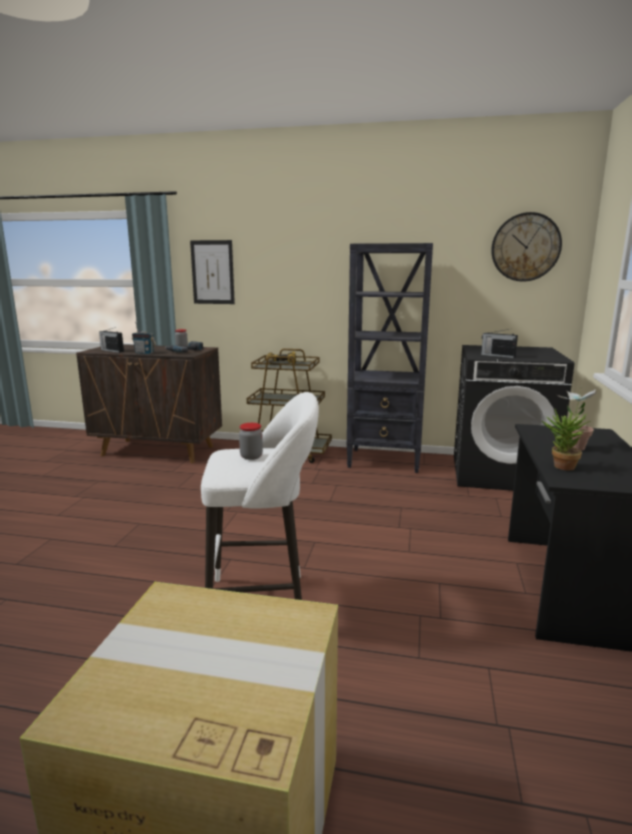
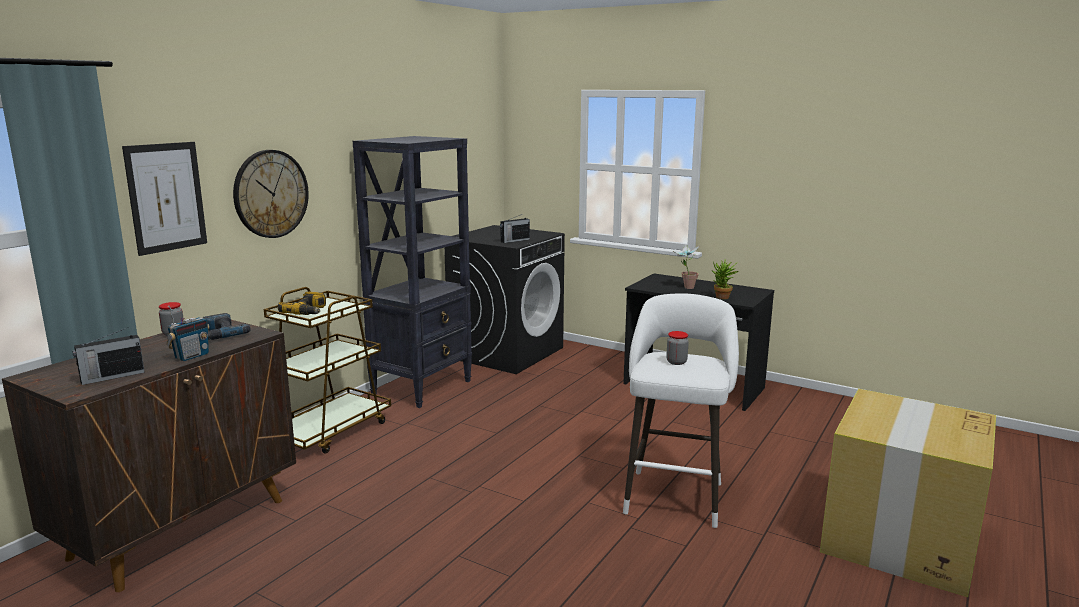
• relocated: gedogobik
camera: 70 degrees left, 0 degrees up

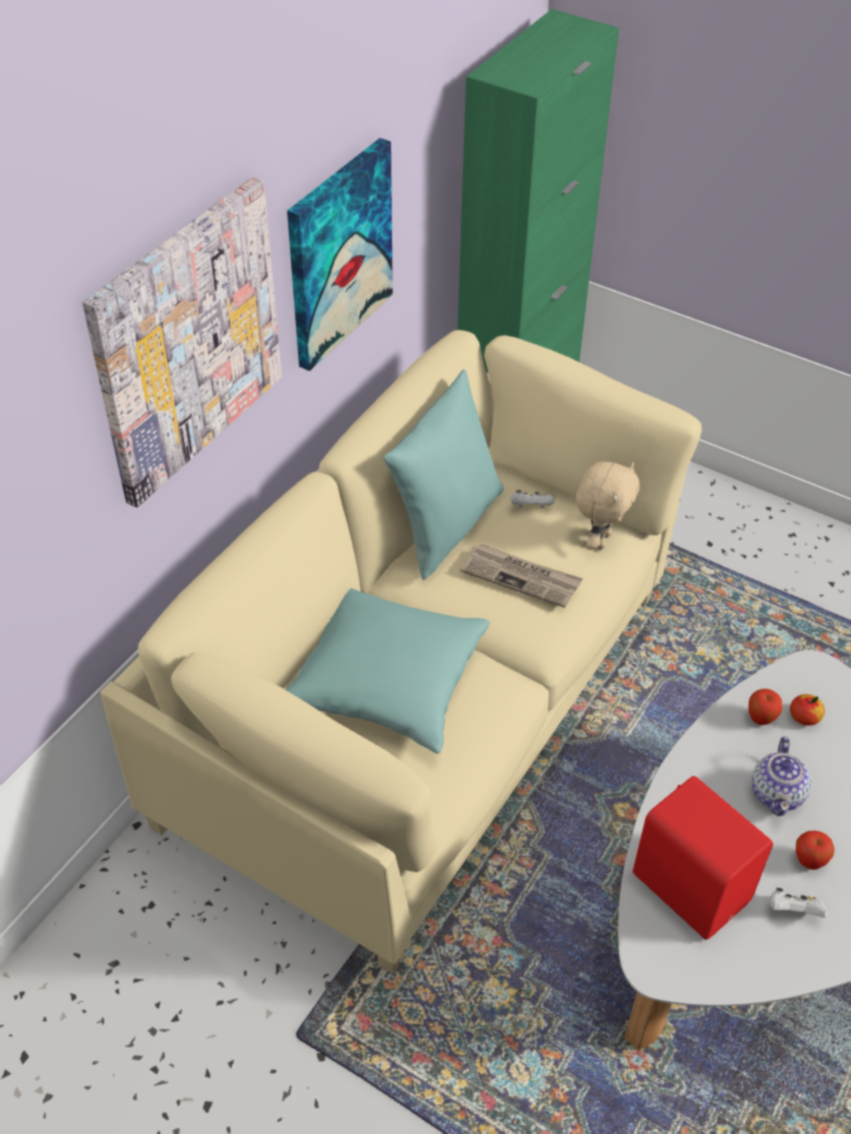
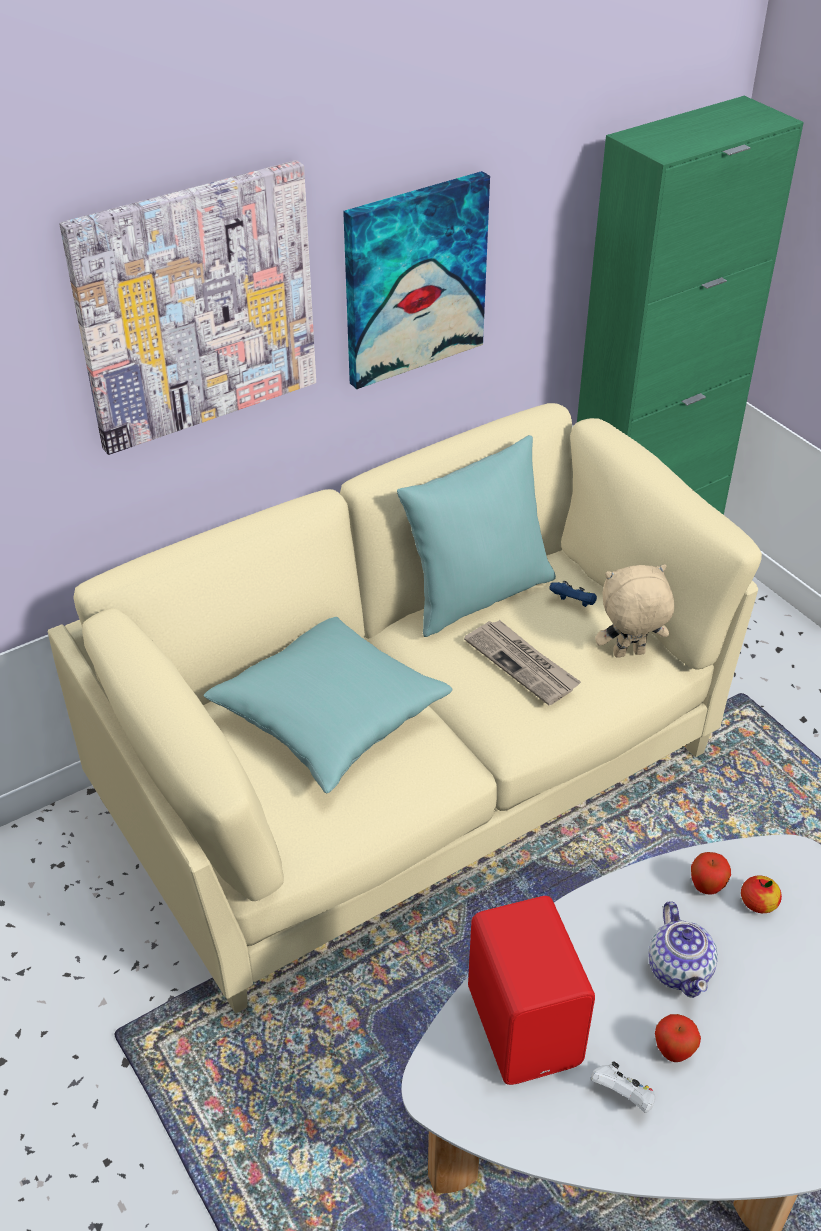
• colour: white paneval (no. 1 from left) to blue paneval
• spun: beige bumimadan 150 degrees counterclockwise
• spun: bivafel 45 degrees counterclockwise
camera: 25 degrees right, 5 degrees down

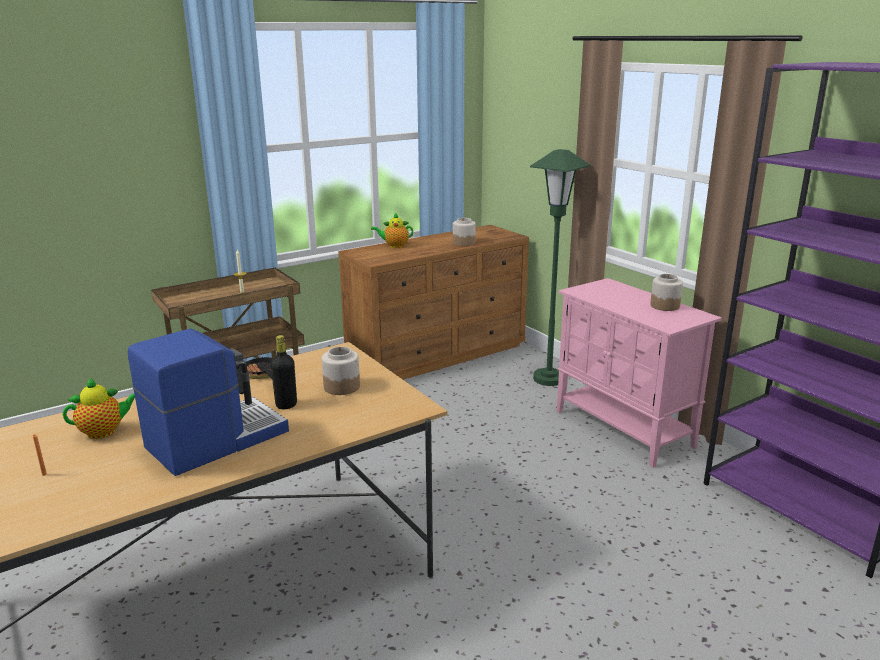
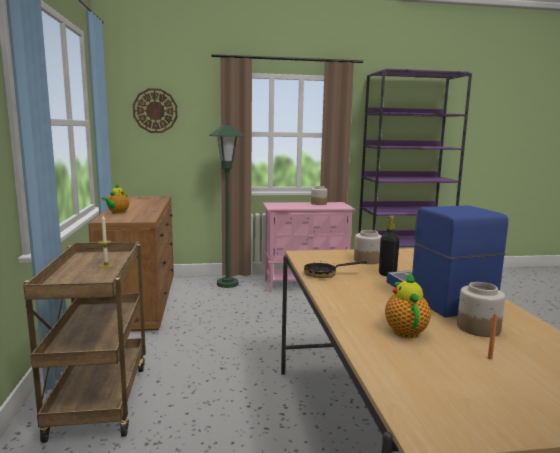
• relocated: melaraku (no. 2 from left in the first image) to melaraku (no. 3 from left)
• appeared: gedogobik
camera: 65 degrees left, 10 degrees down

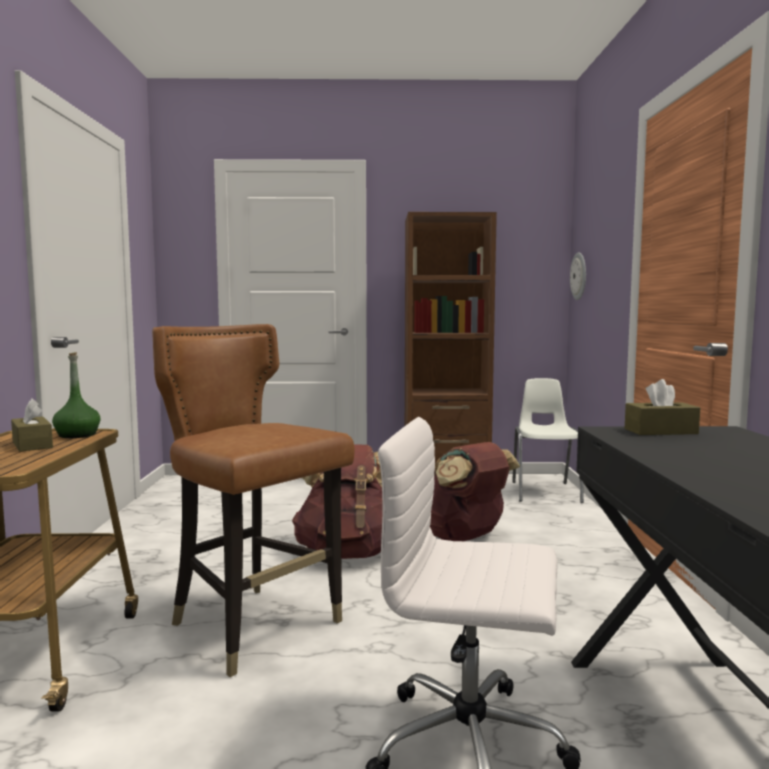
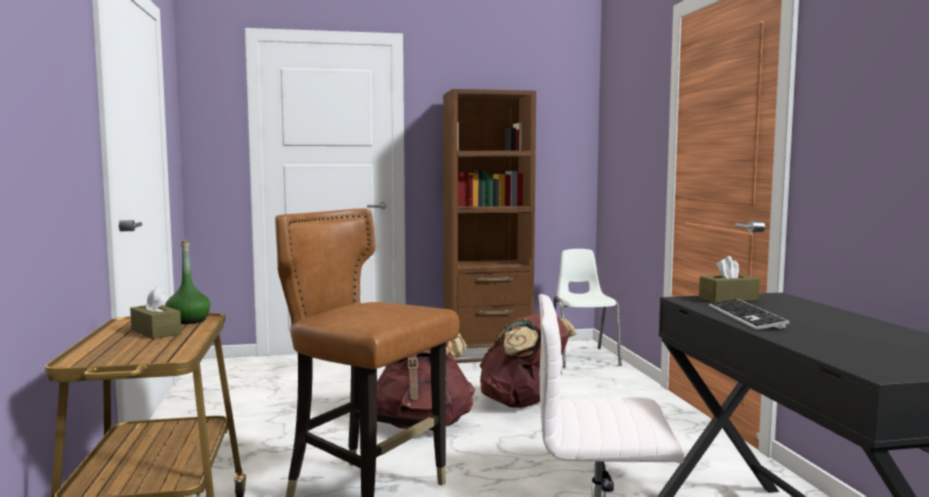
• missing: gedogobik
• appeared: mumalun
camera: 10 degrees left, 0 degrees up

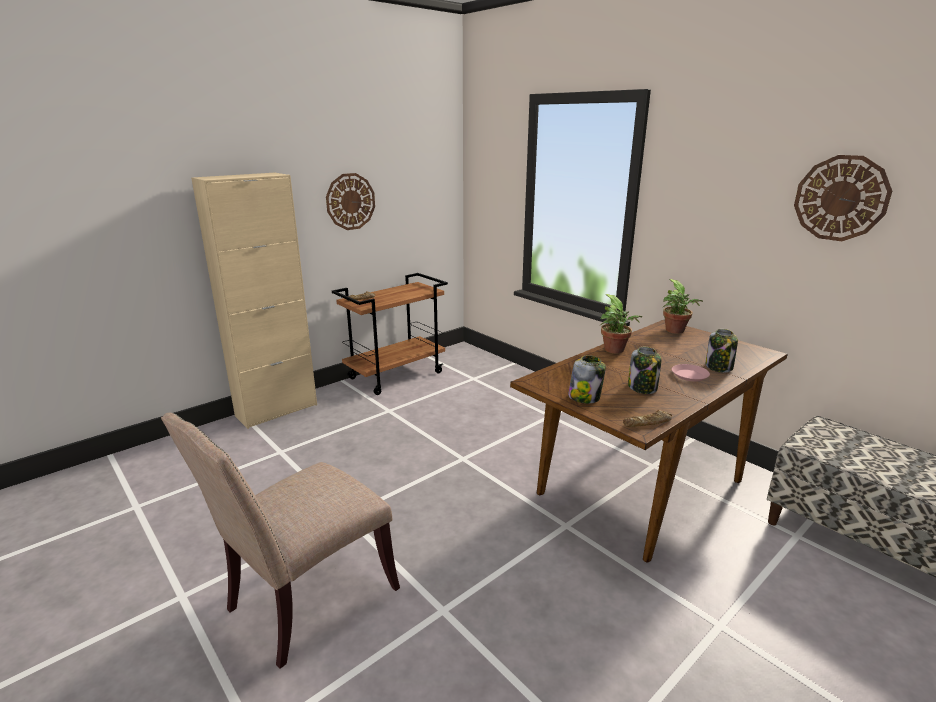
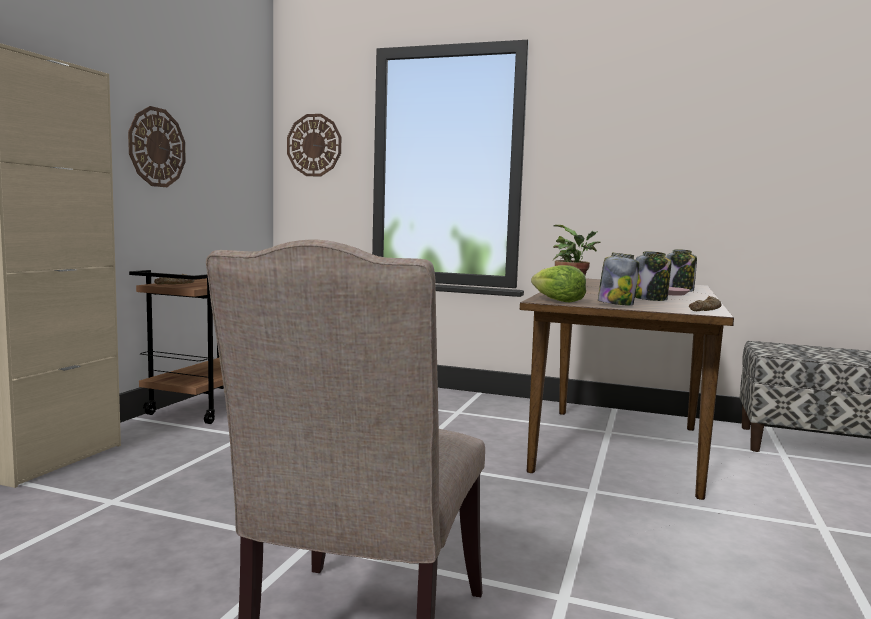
• missing: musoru (no. 2 from left)
• relocated: gedogobik (no. 2 from left)
• appeared: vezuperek
camera: 30 degrees left, 15 degrees down

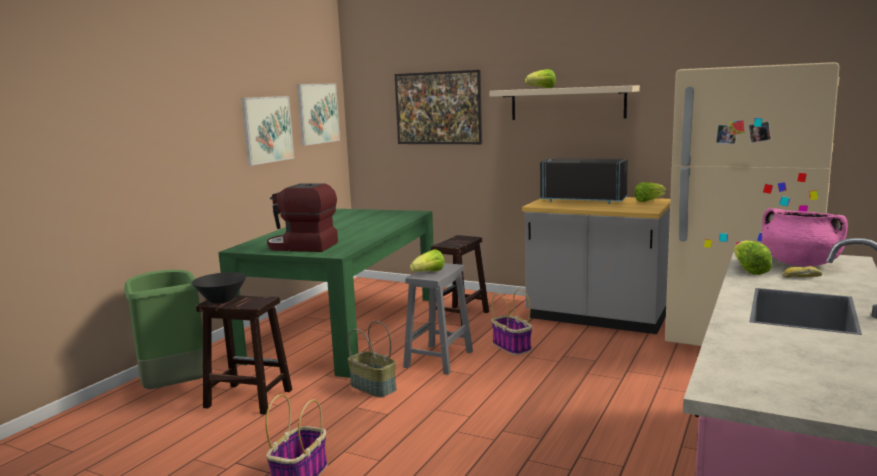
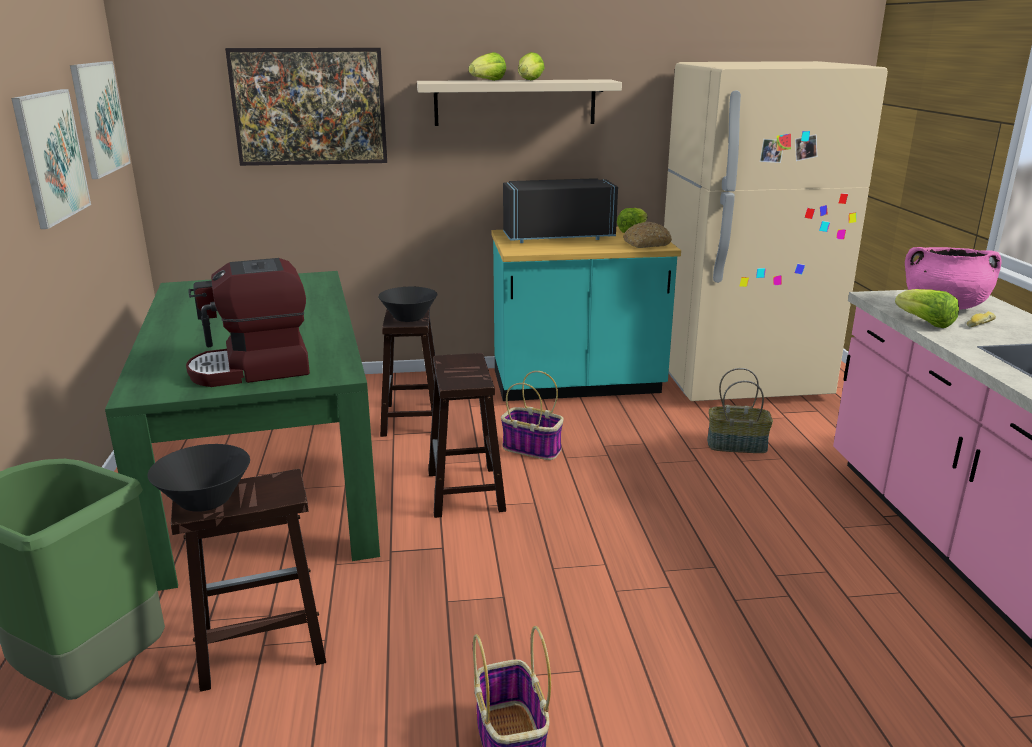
• relocated: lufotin (no. 2 from left in the first image) to lufotin (no. 3 from left)
• colour: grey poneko to brown poneko (no. 3 from left)
• relocated: vezuperek (no. 1 from left in the first image) to vezuperek (no. 2 from left)
• colour: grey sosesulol to turquoise sosesulol
• appeared: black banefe (no. 2 from left)
• appeared: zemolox (no. 1 from left)
camera: 35 degrees left, 10 degrees up

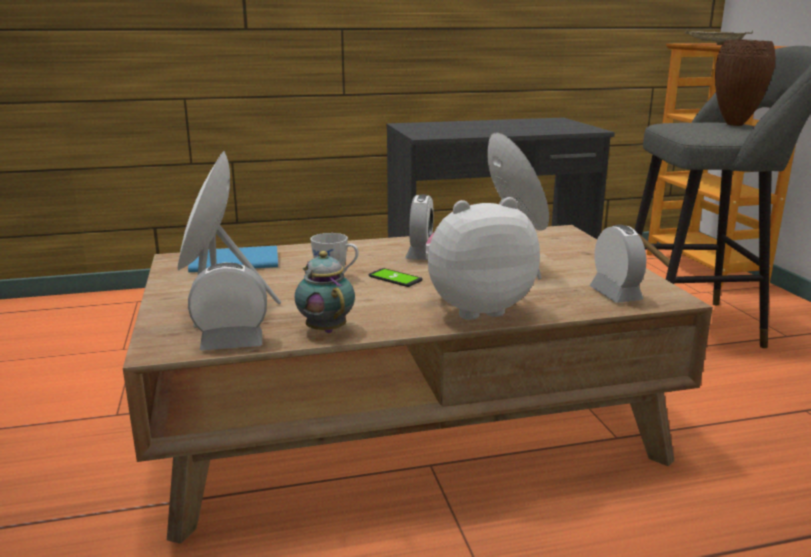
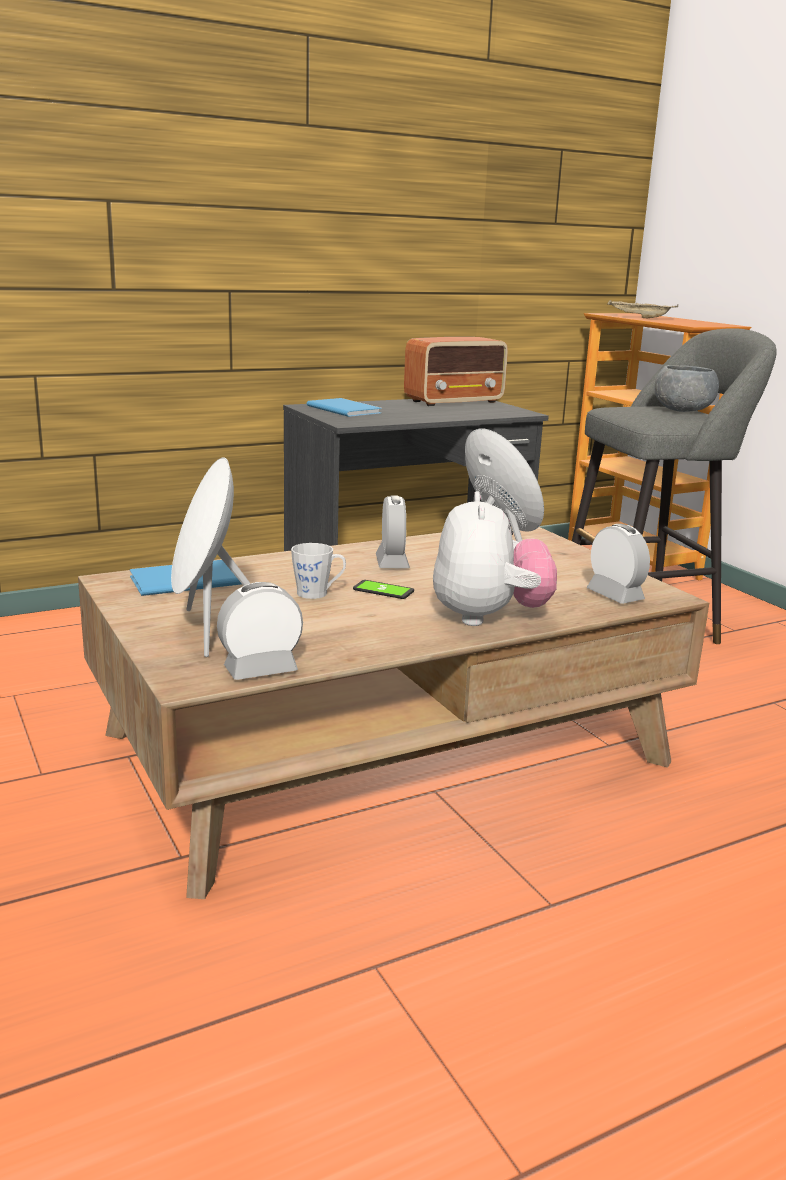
• missing: bivafel
• spun: bumimadan 120 degrees clockwise
• exchanged: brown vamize to grey banefe
• appeared: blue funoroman (no. 2 from left)
• appeared: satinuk
camera: 15 degrees left, 0 degrees up

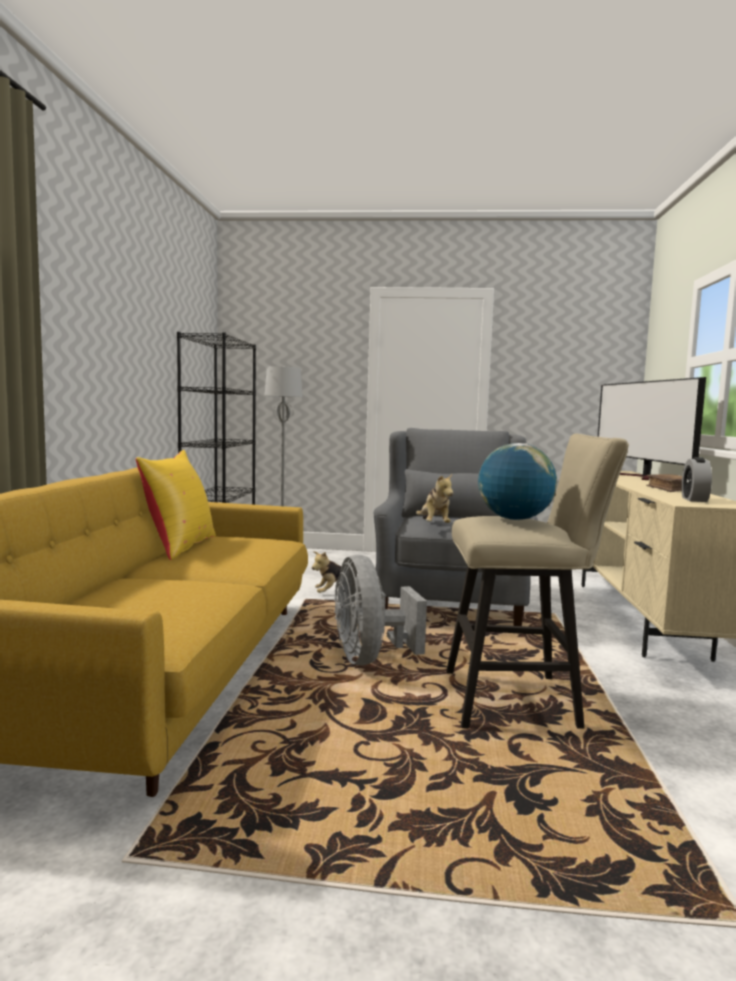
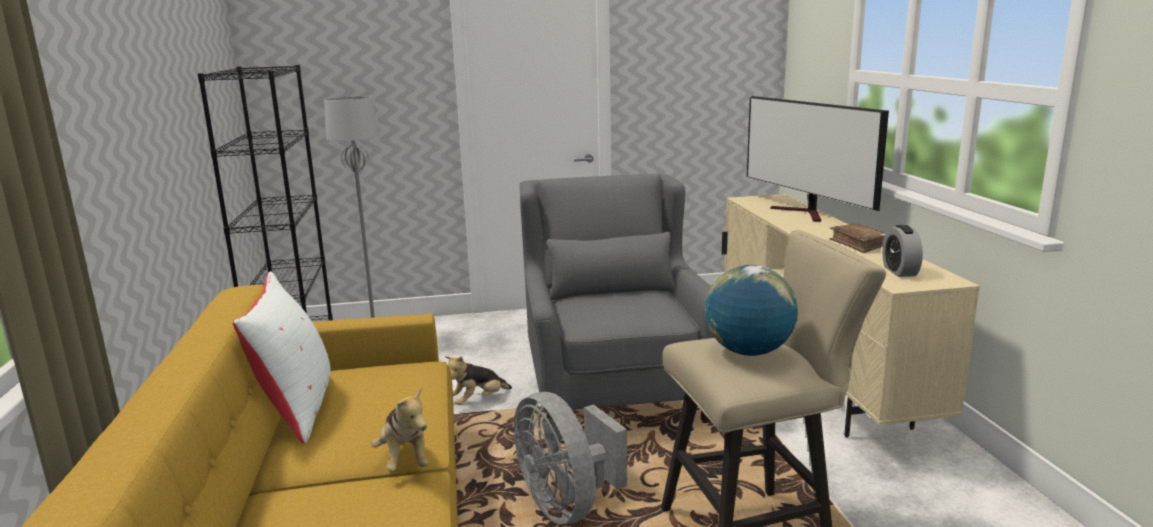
• colour: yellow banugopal to white banugopal
• relocated: bumimadan (no. 2 from left in the first image) to bumimadan (no. 1 from left)
camera: 15 degrees left, 10 degrees up

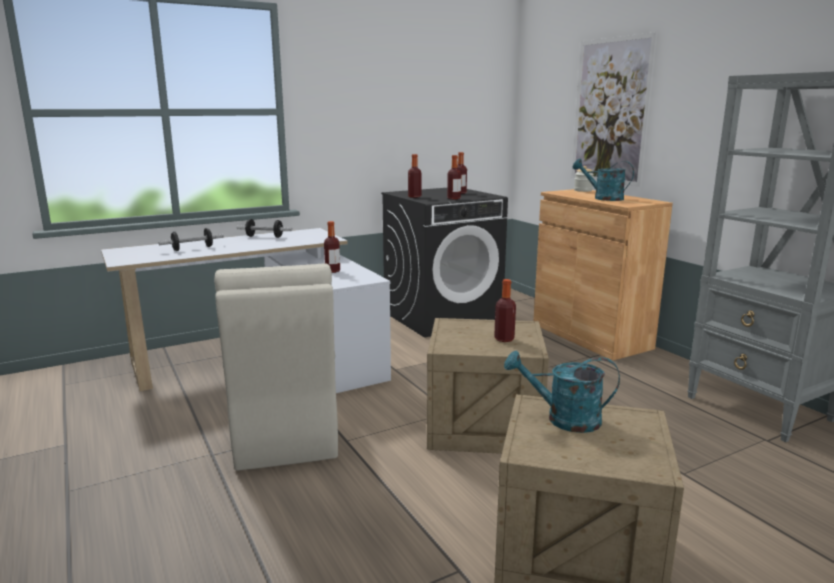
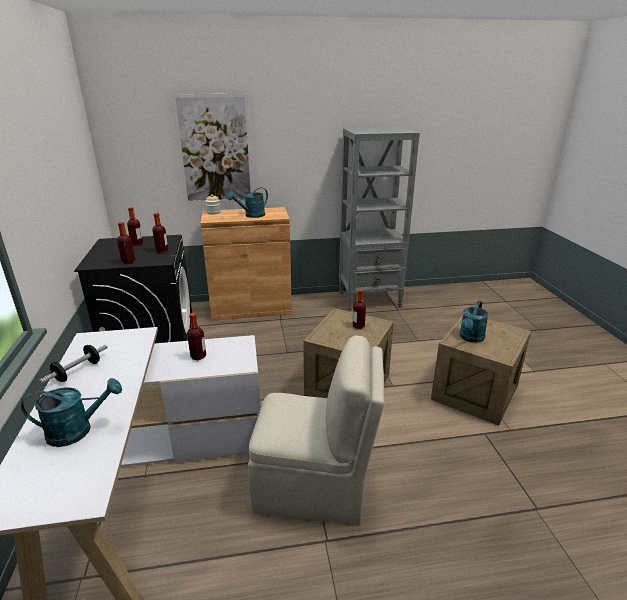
• exchanged: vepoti (no. 1 from left) to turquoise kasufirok (no. 1 from left)
camera: 70 degrees left, 10 degrees up

